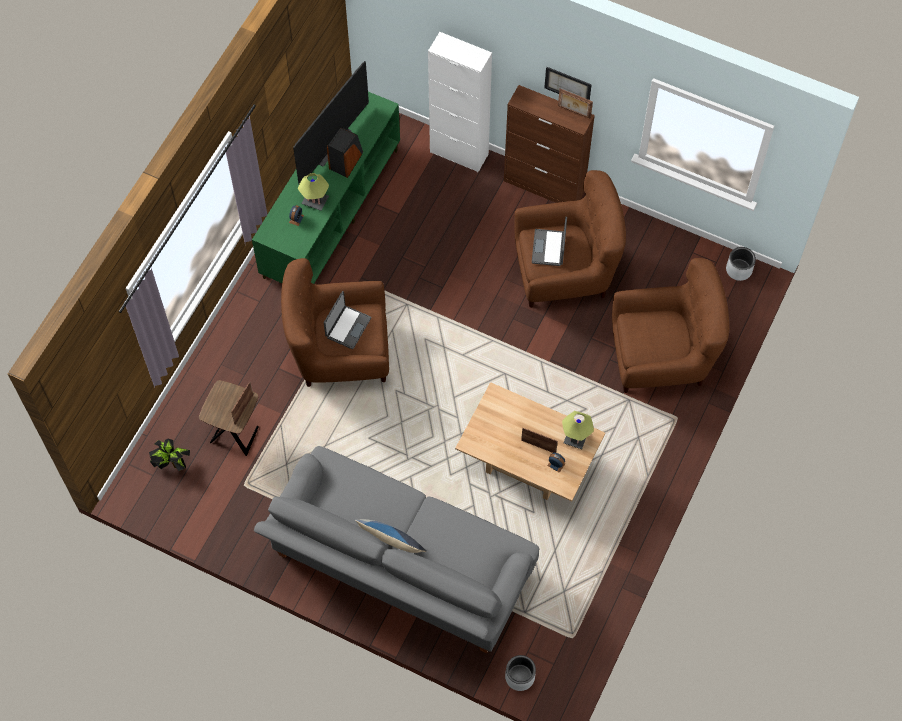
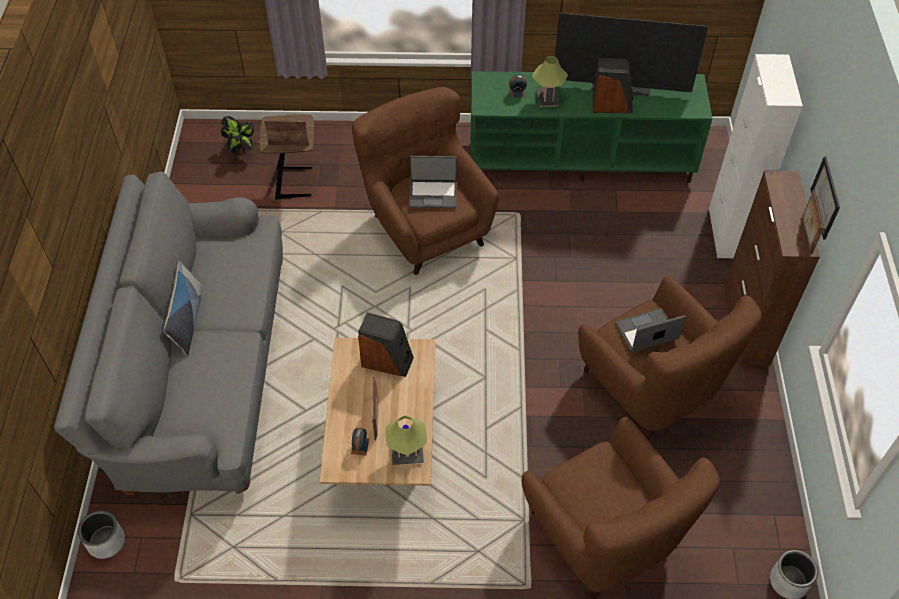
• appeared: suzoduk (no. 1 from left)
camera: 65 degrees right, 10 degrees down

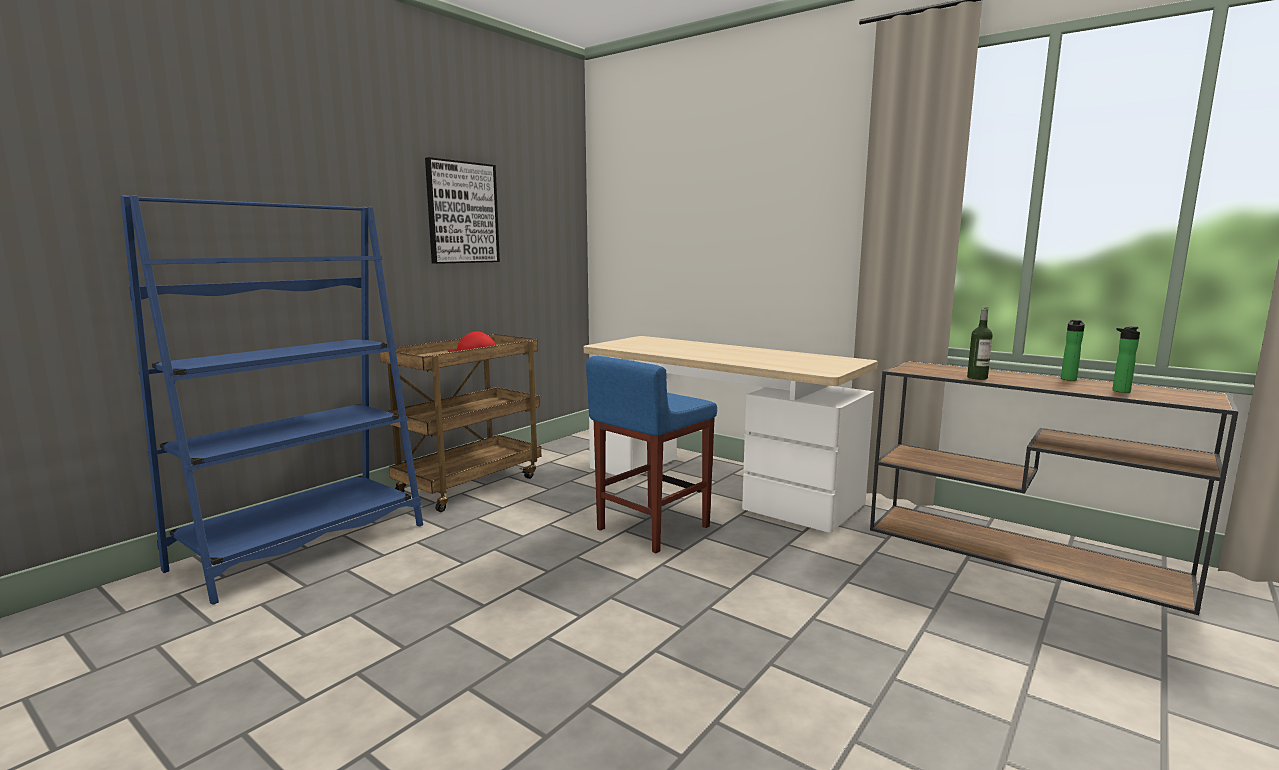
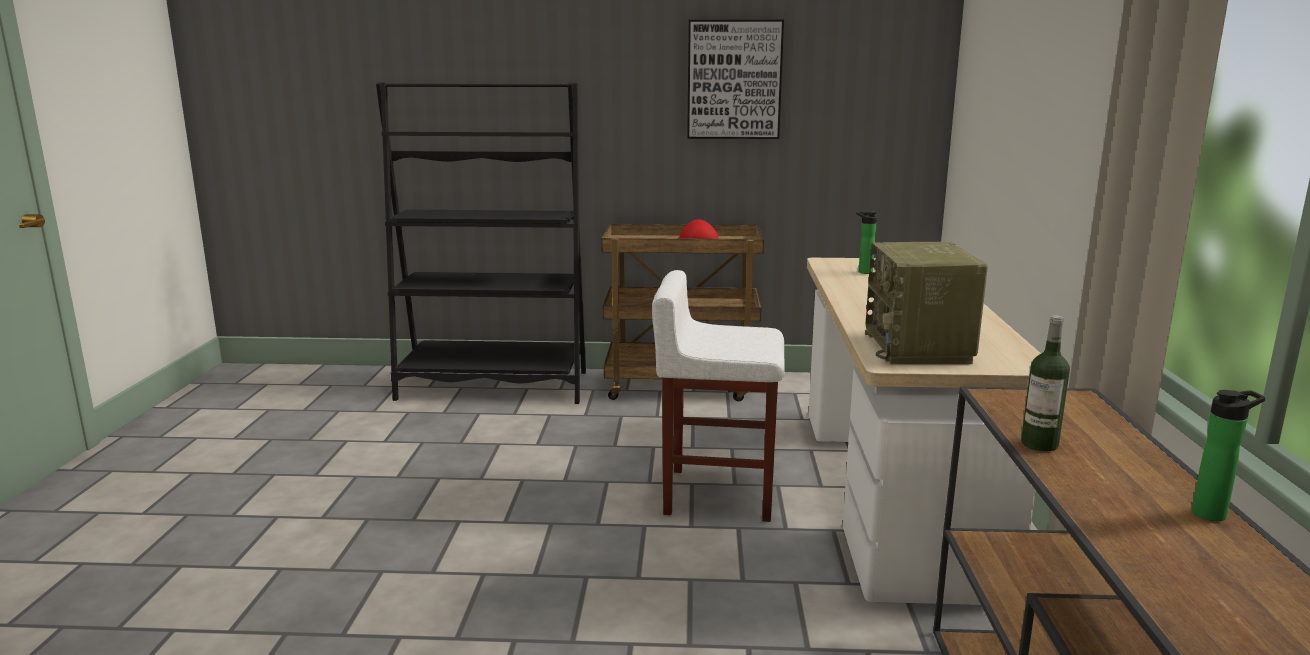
• colour: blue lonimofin to black lonimofin
• colour: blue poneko to white poneko
• relocated: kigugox (no. 3 from left in the first image) to kigugox (no. 1 from left)
• appeared: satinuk
camera: 55 degrees right, 5 degrees up

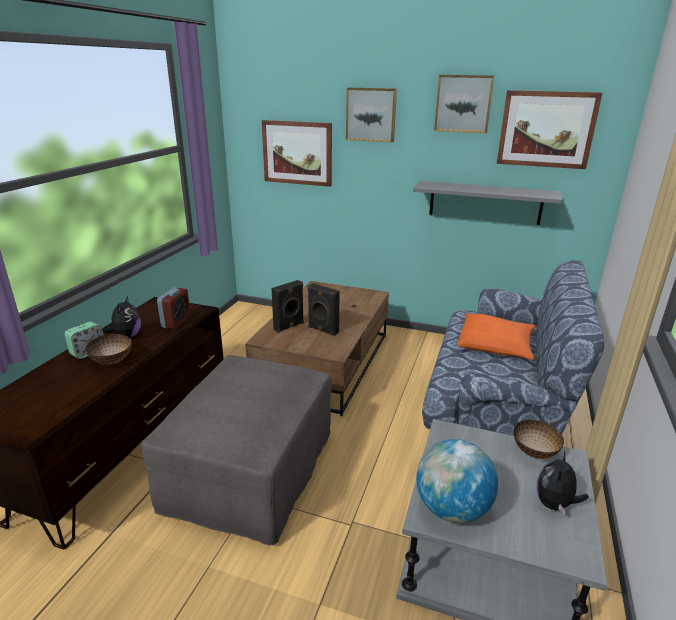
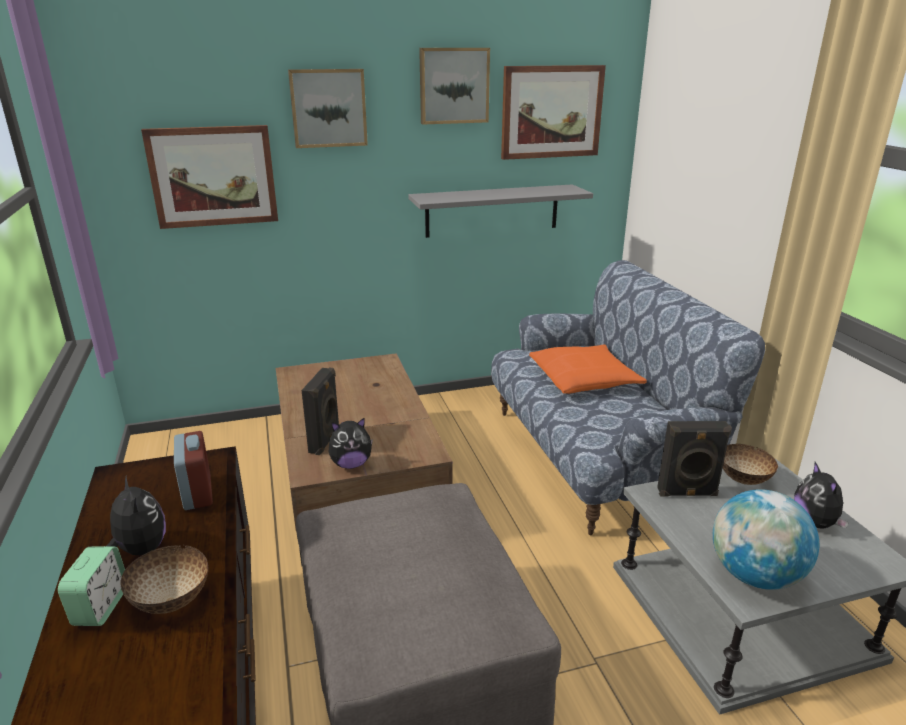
• relocated: black suzoduk (no. 2 from left)
• appeared: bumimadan (no. 2 from left)
camera: 35 degrees left, 0 degrees up

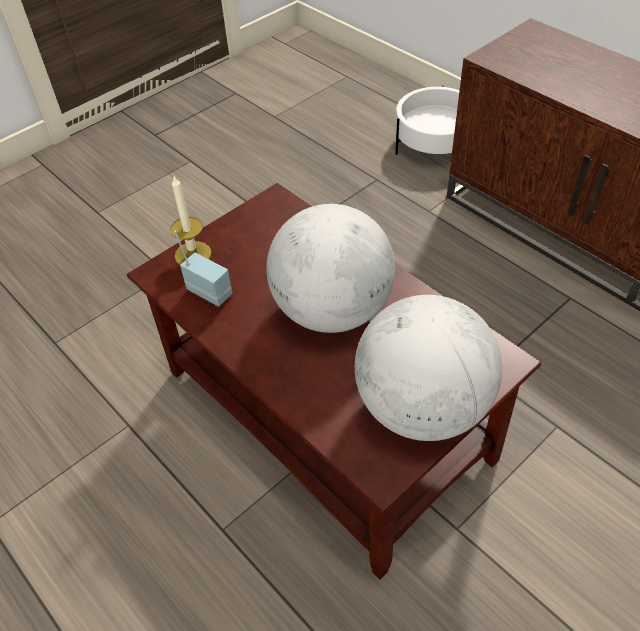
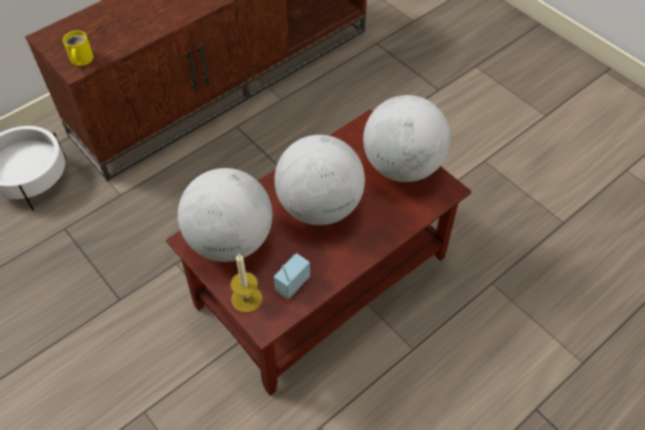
• appeared: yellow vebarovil
• appeared: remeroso (no. 1 from left)
camera: 90 degrees left, 5 degrees up

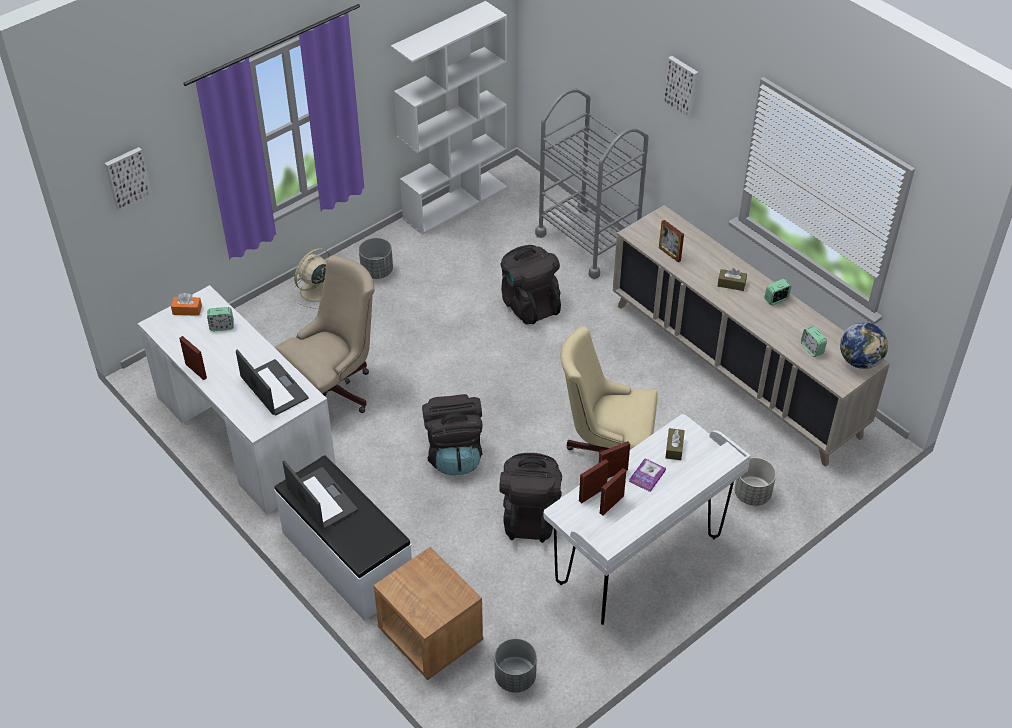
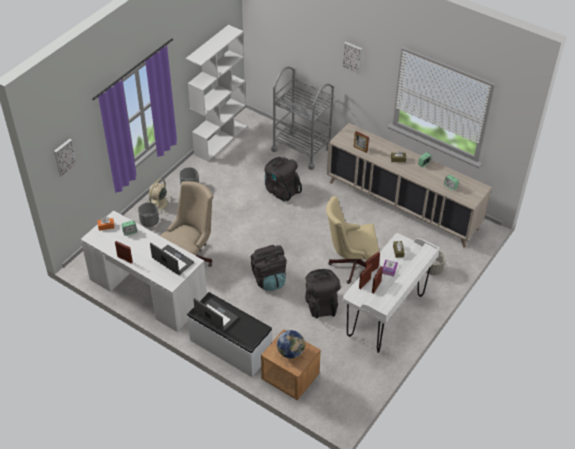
• relocated: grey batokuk (no. 2 from left in the first image) to grey batokuk (no. 1 from left)
• relocated: remeroso
camera: 15 degrees left, 0 degrees up

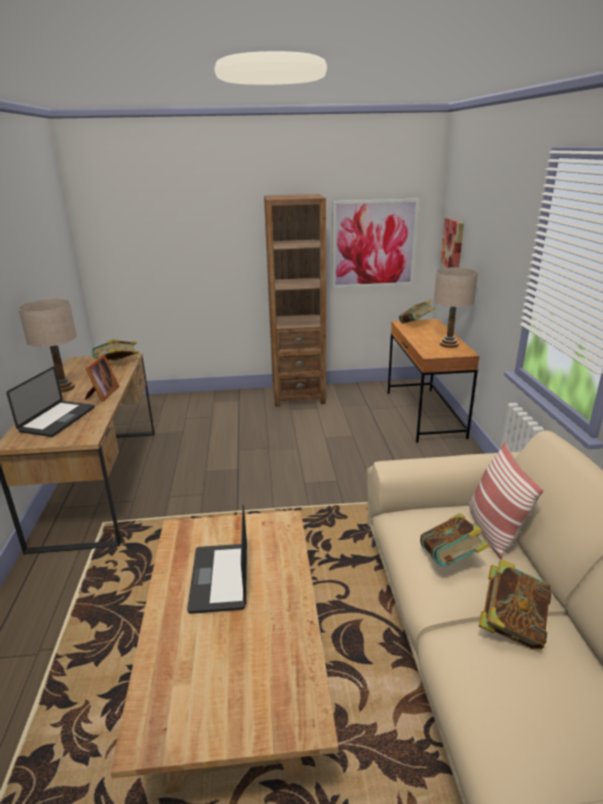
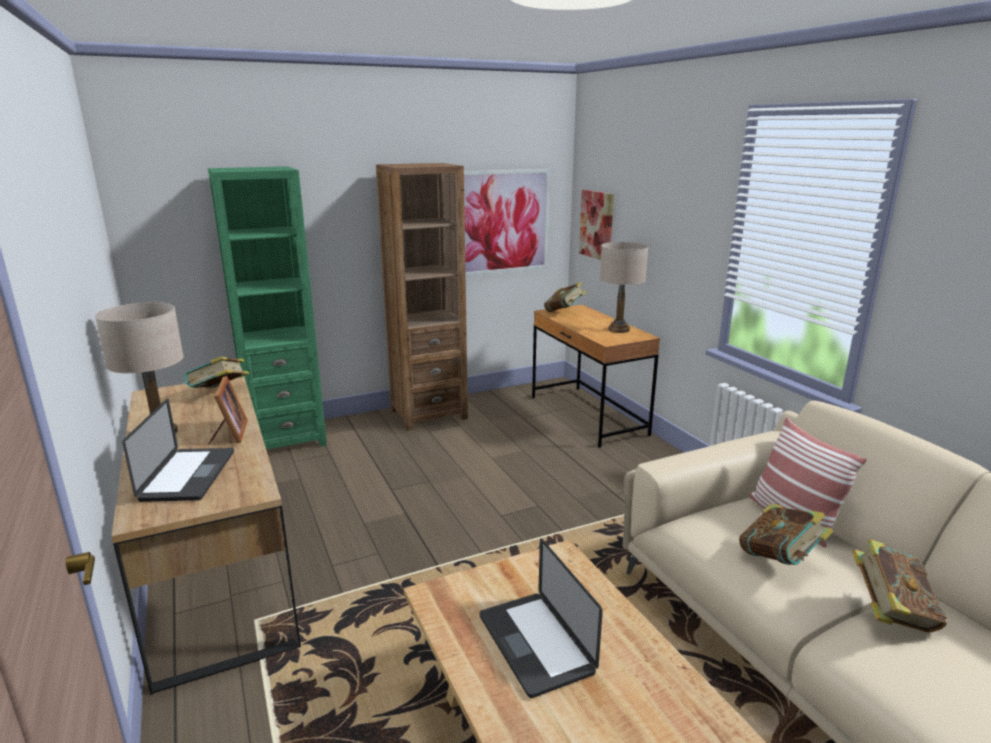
• appeared: green lonimofin
camera: 20 degrees left, 5 degrees down

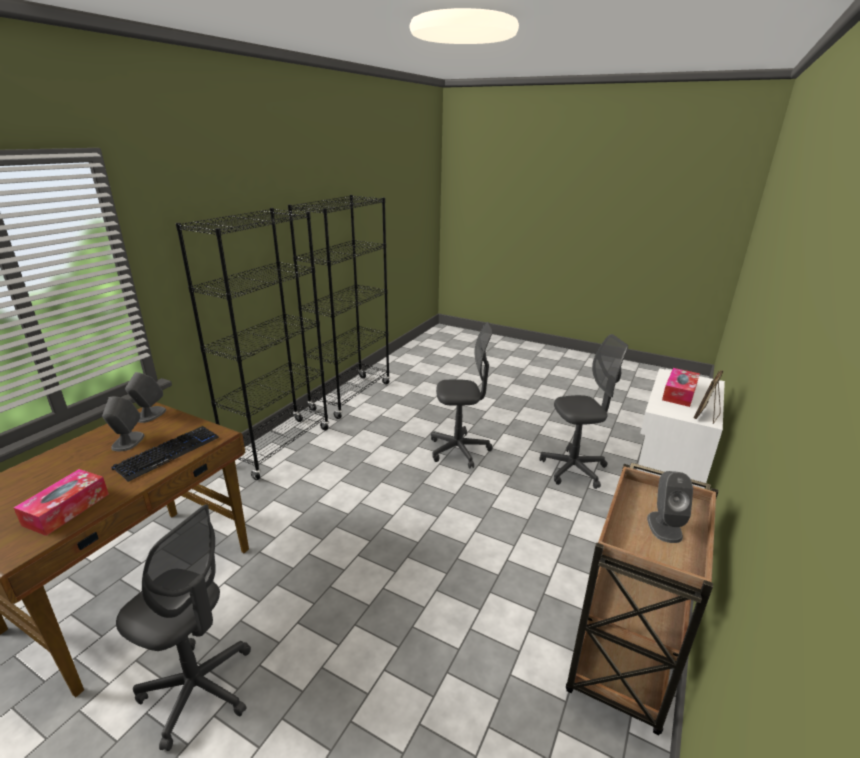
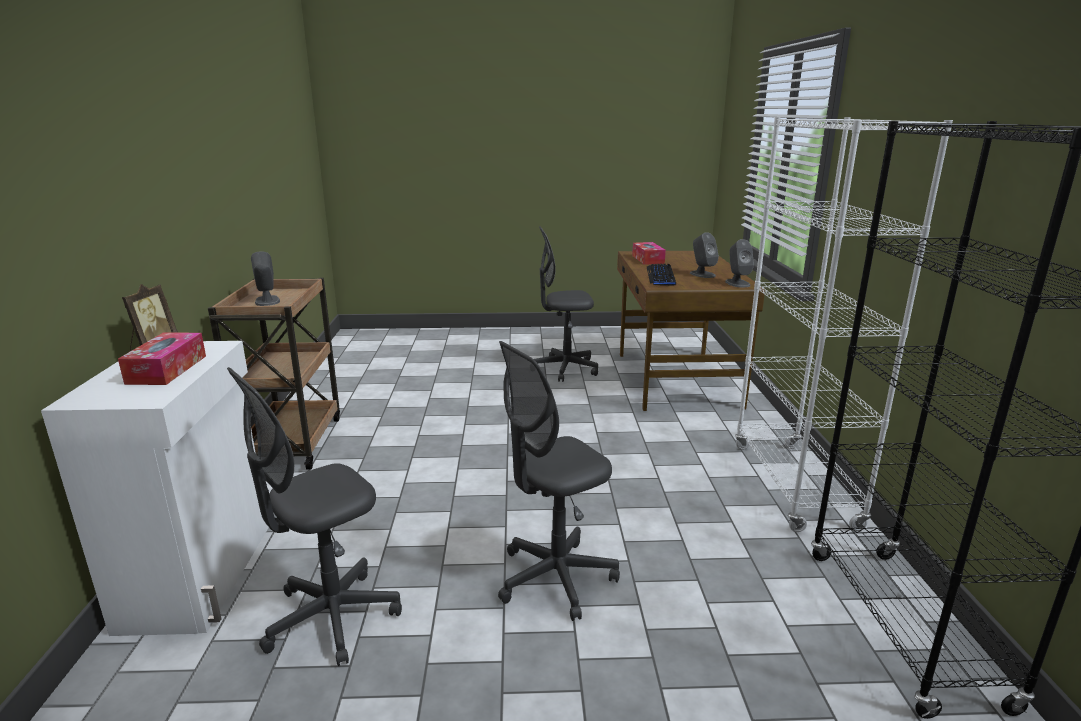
• colour: black lonimofin (no. 1 from left) to white lonimofin
camera: 150 degrees right, 5 degrees down

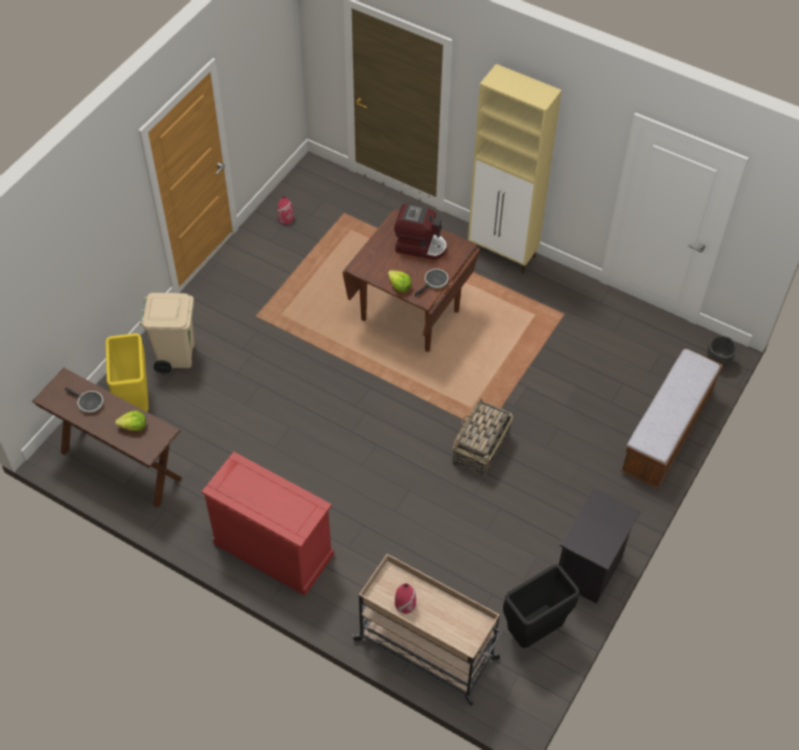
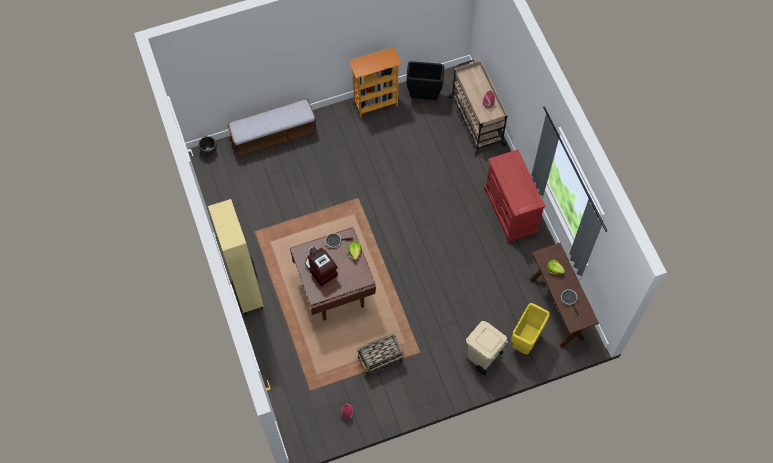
• relocated: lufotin
• exchanged: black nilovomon to lonimofin
camera: 140 degrees left, 10 degrees up

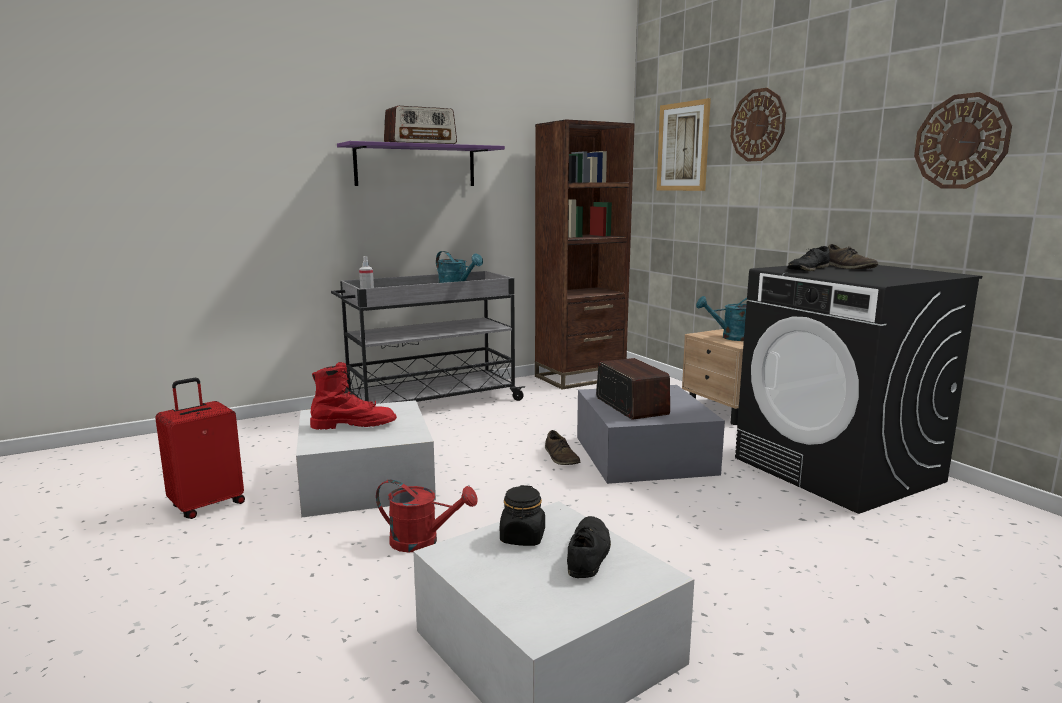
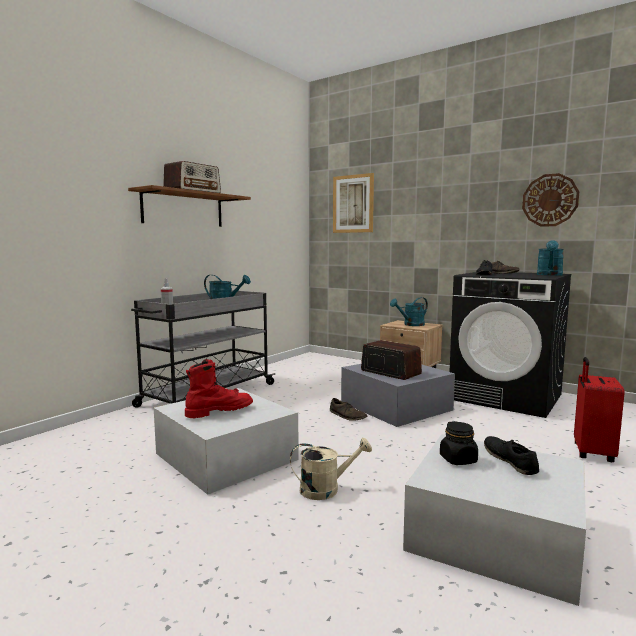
• relocated: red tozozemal
• colour: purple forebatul to brown forebatul
• colour: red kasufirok to beige kasufirok
• missing: brown lonimofin
• missing: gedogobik (no. 1 from left)
• appeared: turquoise kasufirok (no. 3 from left)
camera: 25 degrees left, 5 degrees down

